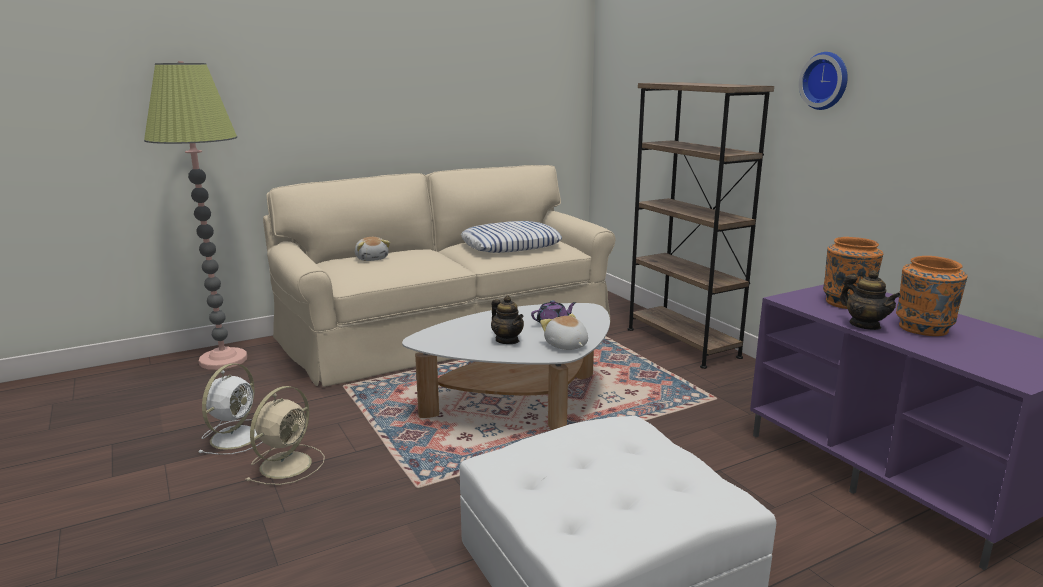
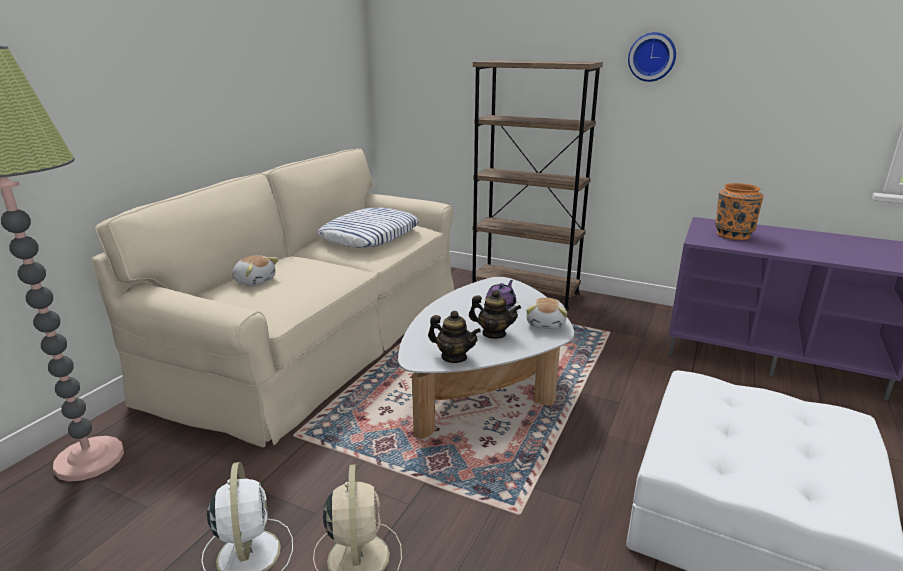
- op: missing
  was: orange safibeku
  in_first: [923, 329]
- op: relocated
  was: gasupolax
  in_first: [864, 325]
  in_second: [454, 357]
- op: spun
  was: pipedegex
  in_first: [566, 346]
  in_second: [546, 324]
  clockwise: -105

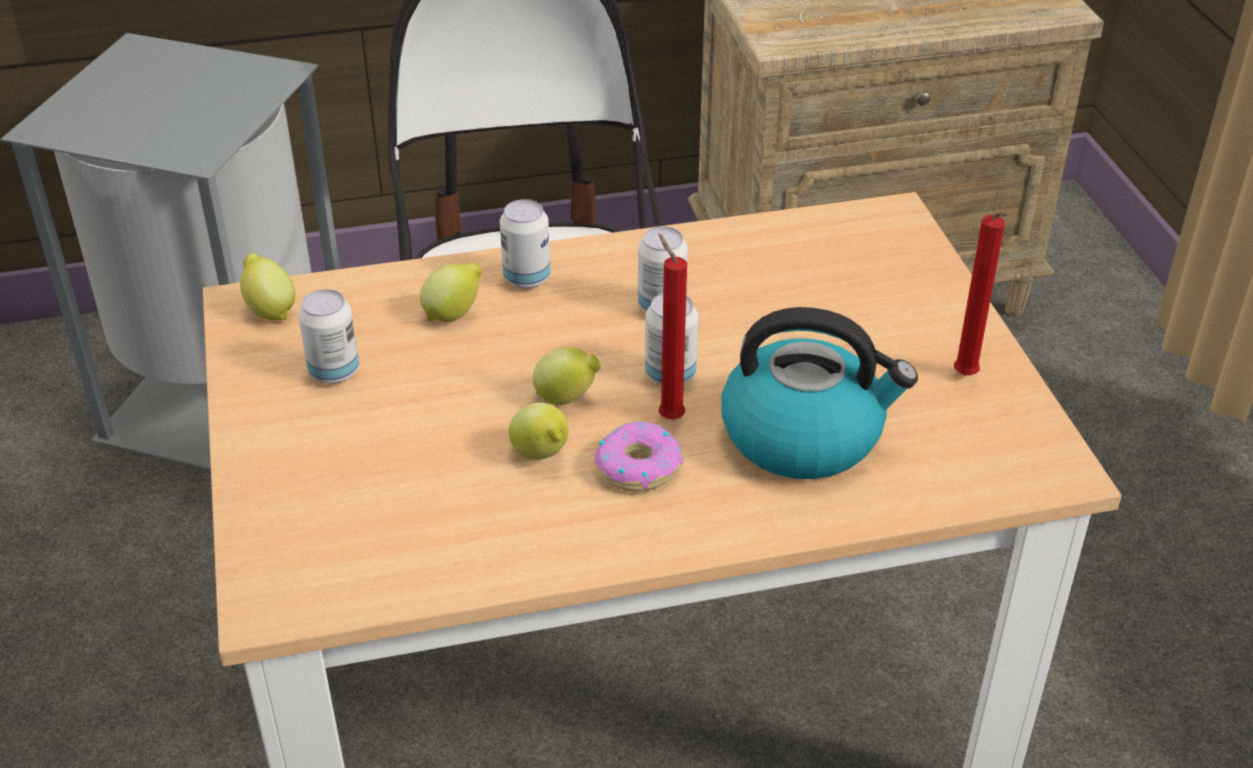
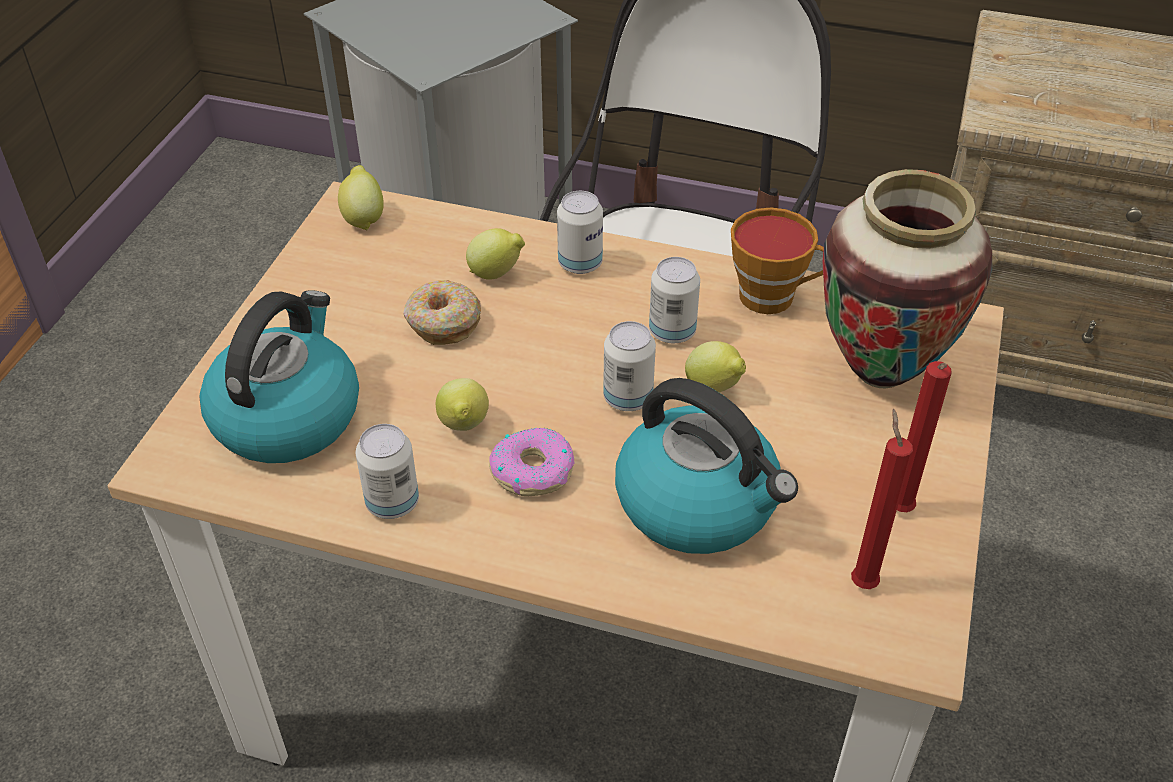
- op: appeared
  now: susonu
  in_second: [287, 415]
- op: appeared
  now: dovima
  in_second: [442, 322]
- op: appeared
  now: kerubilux
  in_second: [773, 297]
- op: appeared
  now: safibeku
  in_second: [880, 372]
- op: relocated
  was: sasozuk
  in_first: [334, 372]
  in_second: [392, 503]
- op: relocated
  was: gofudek
  in_first: [567, 398]
  in_second: [714, 389]
- op: relocated
  was: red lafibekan
  in_first: [668, 416]
  in_second: [862, 580]

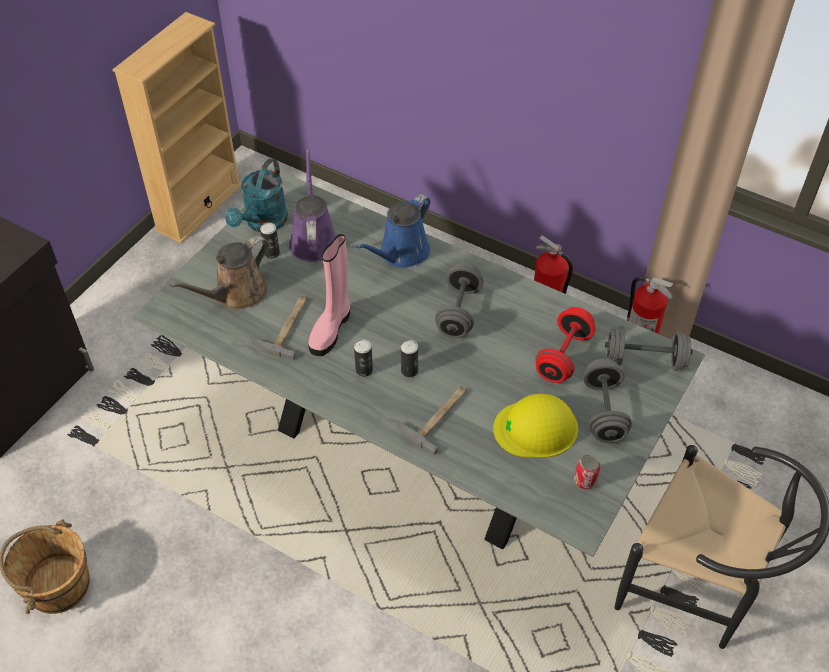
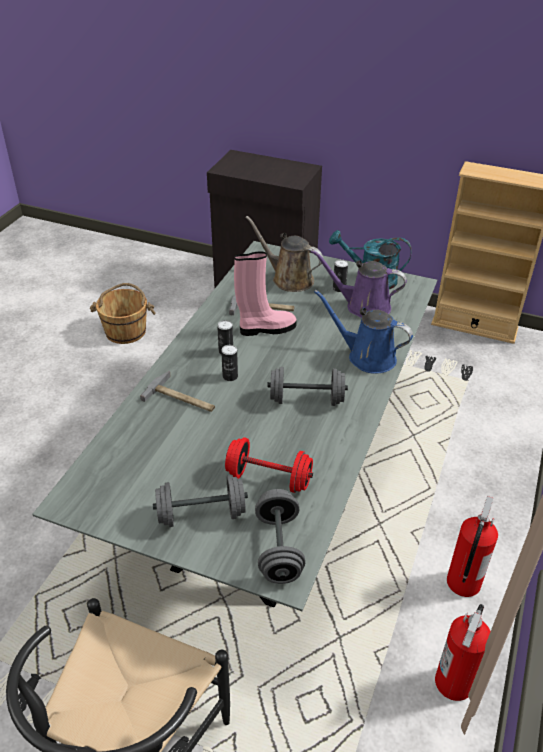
- op: missing
  was: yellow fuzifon
  in_first: [536, 428]
- op: missing
  was: sasozuk
  in_first: [585, 480]
- op: spun
  was: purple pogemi
  in_first: [313, 239]
  in_second: [363, 306]
  clockwise: -150
- op: spun
  was: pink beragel
  in_first: [331, 329]
  in_second: [266, 329]
  clockwise: 150

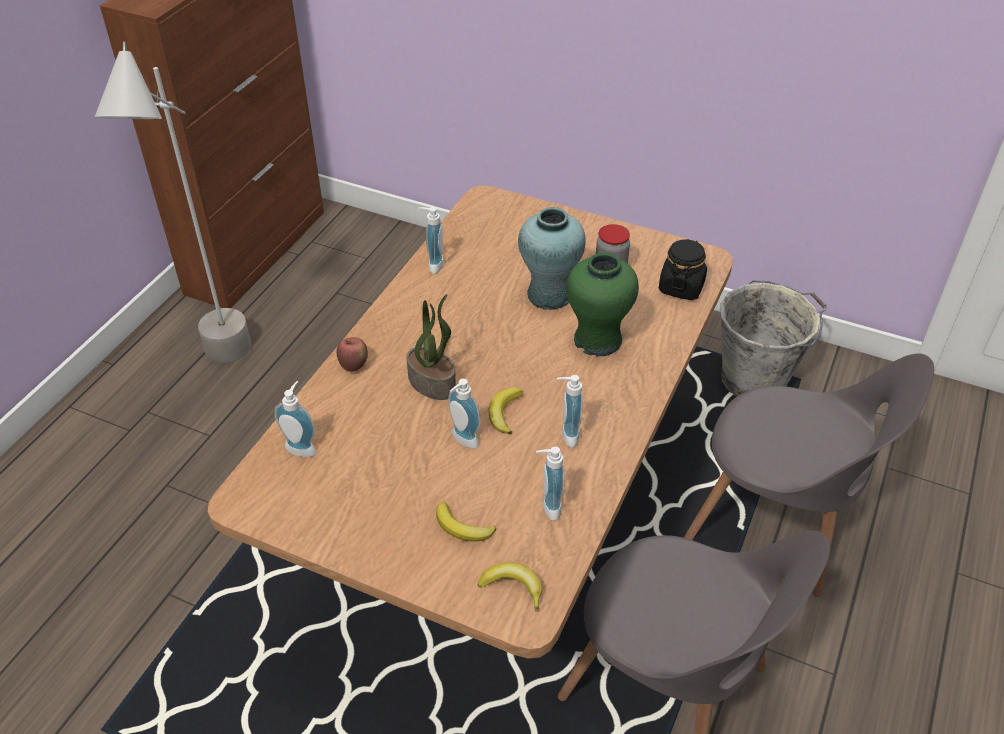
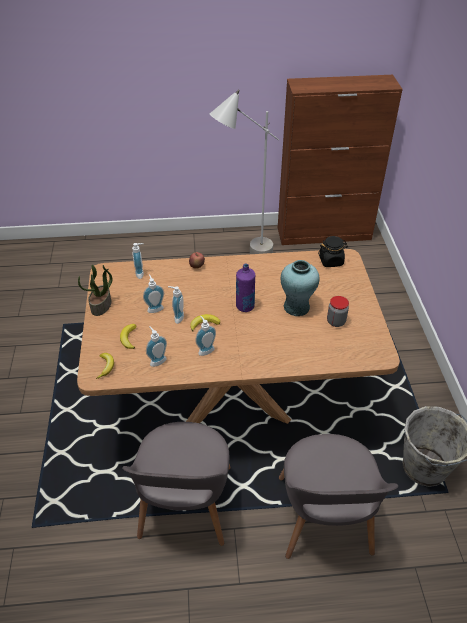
- op: missing
  was: green safibeku
  in_first: [598, 340]
- op: appeared
  now: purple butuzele
  in_second: [245, 306]
- op: relocated
  was: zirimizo
  in_first: [433, 383]
  in_second: [101, 306]
- op: relocated
  was: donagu
  in_first: [432, 264]
  in_second: [155, 308]
- op: relocated
  was: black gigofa
  in_first: [681, 287]
  in_second: [331, 261]

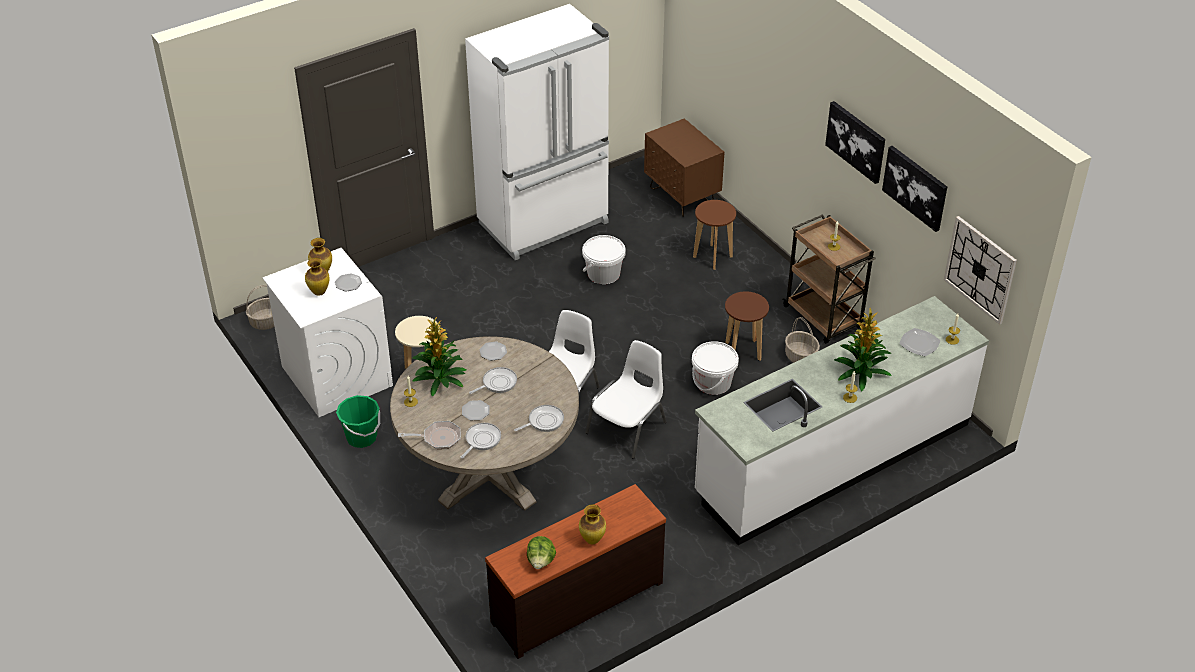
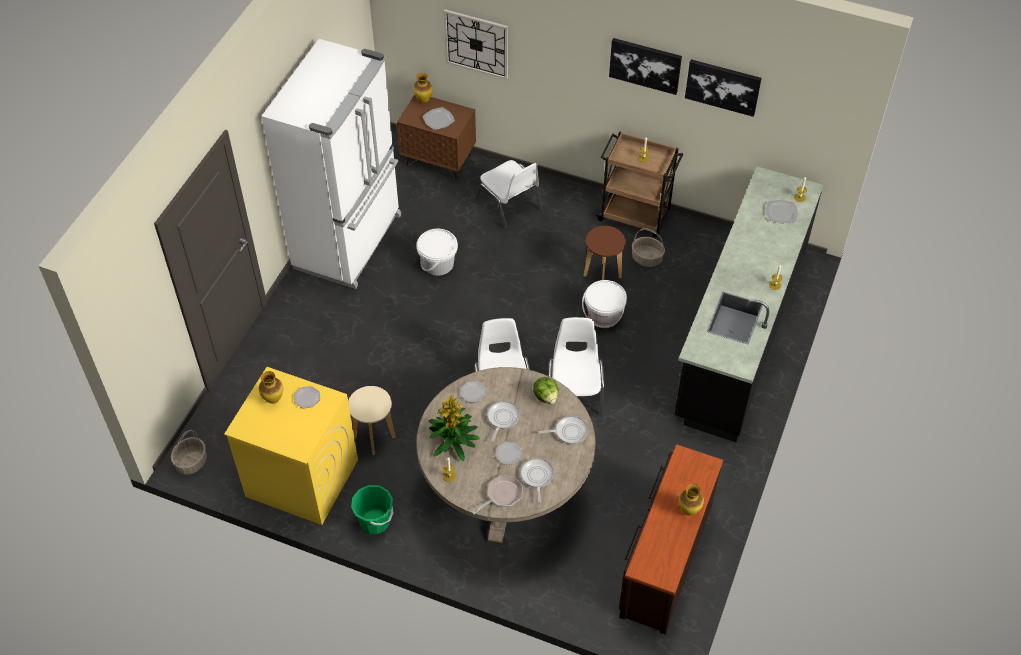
- op: missing
  was: zirimizo
  in_first: [860, 372]
- op: appeared
  now: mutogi
  in_second: [438, 120]
- op: relocated
  was: safibeku
  in_first: [319, 292]
  in_second: [423, 100]
- op: relocated
  was: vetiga
  in_first: [541, 561]
  in_second: [546, 396]
- op: relocated
  was: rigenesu
  in_first: [980, 269]
  in_second: [476, 44]
- op: exchanged
  was: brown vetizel
  now: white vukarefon
  in_first: [712, 257]
  in_second: [509, 205]
- op: colour
  was: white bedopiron
  now: yellow bedopiron
  in_first: [336, 375]
  in_second: [301, 478]
- op: colour
  was: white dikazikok
  now: black dikazikok
  in_first: [833, 459]
  in_second: [740, 332]
- op: spun
  was: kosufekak
  in_first: [544, 421]
  in_second: [569, 432]
  clockwise: 60

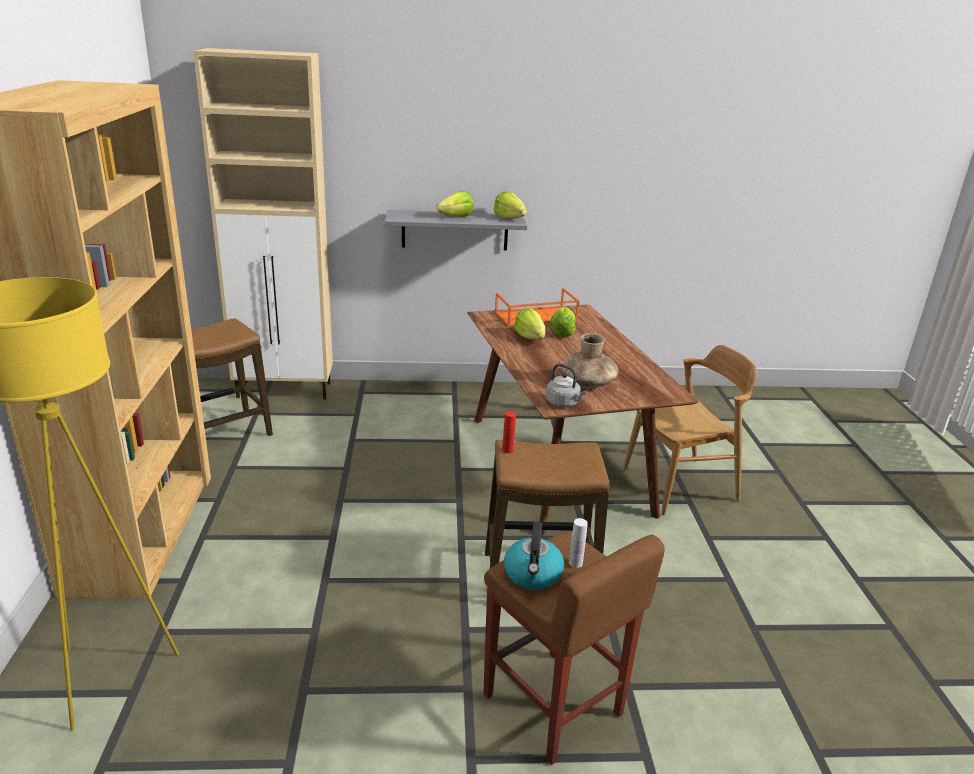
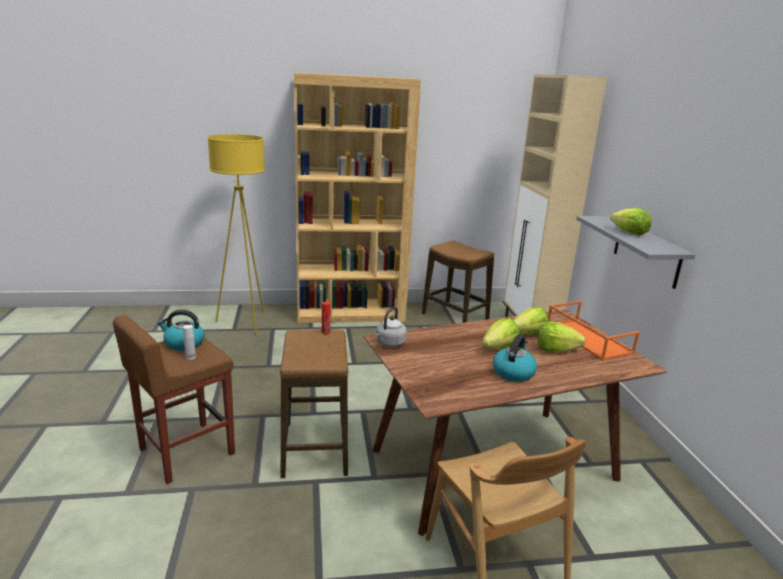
- op: missing
  was: brown safibeku
  in_first: [588, 383]
- op: appeared
  now: susonu
  in_second: [513, 372]
- op: relocated
  was: vetiga
  in_first: [509, 218]
  in_second: [499, 348]

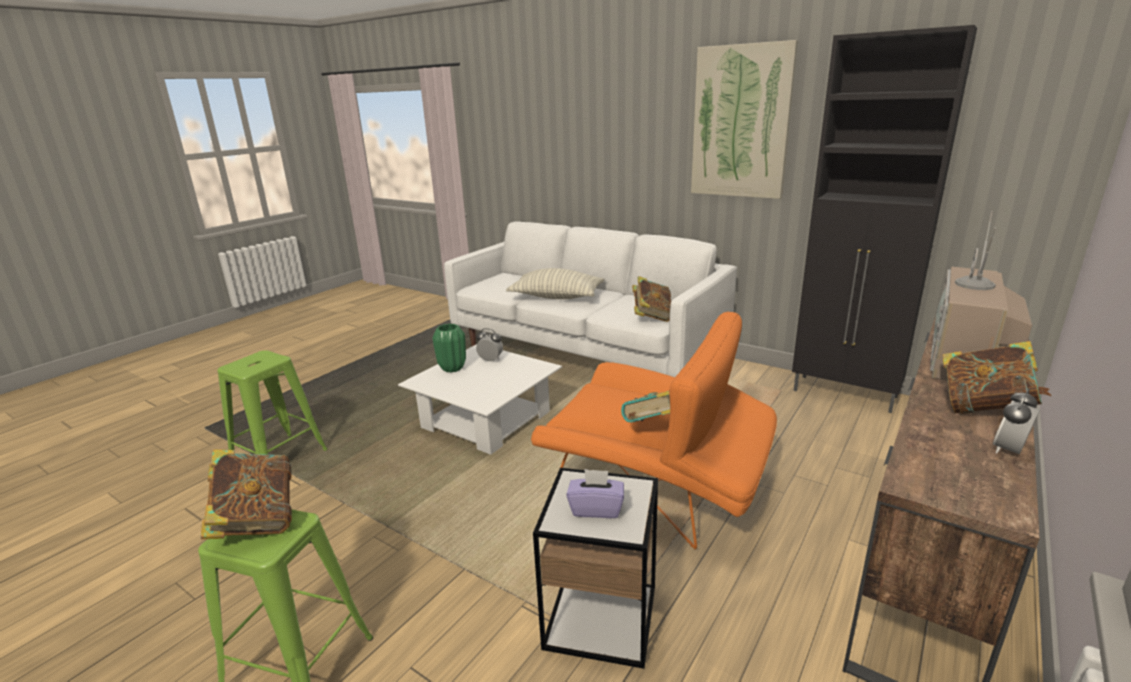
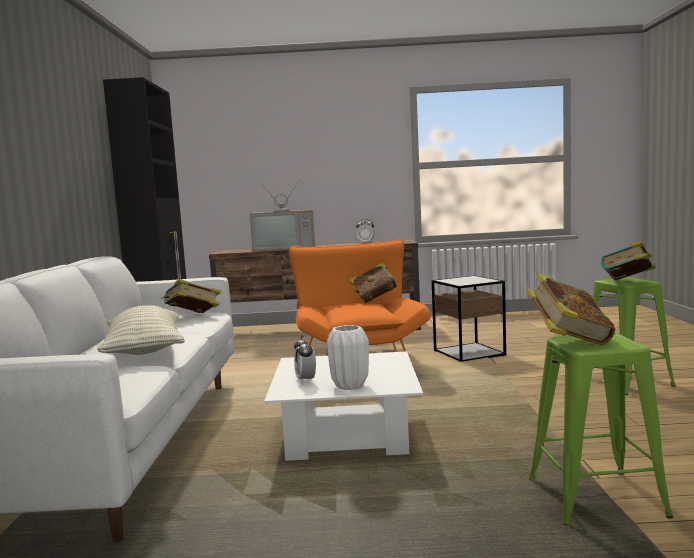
- op: missing
  was: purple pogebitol
  in_first: [596, 509]
- op: missing
  was: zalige
  in_first: [740, 122]
- op: relocated
  was: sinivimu
  in_first: [984, 408]
  in_second: [568, 340]
- op: colour
  was: green safibeku
  now: white safibeku
  in_first: [453, 368]
  in_second: [349, 386]

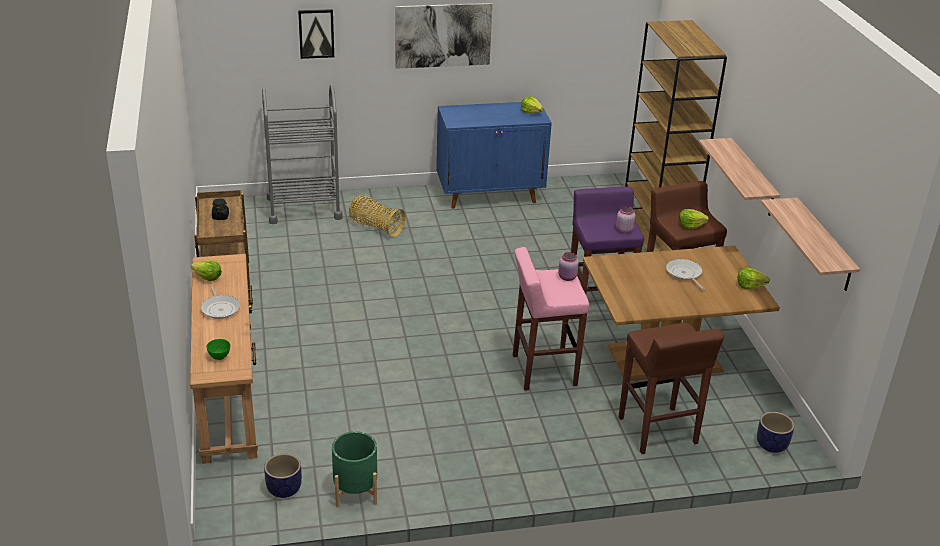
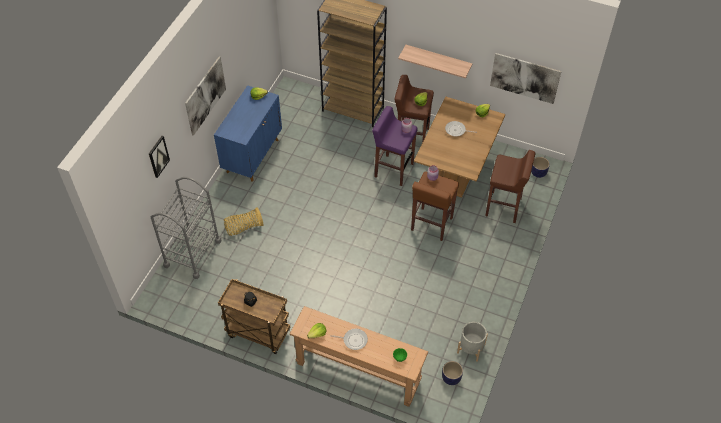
- op: exchanged
  was: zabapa
  now: zalige
  in_first: [824, 245]
  in_second: [525, 78]
- op: colour
  was: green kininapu
  now: grey kininapu
  in_first: [355, 491]
  in_second: [471, 348]
- op: colour
  was: pink vetizel
  now: brown vetizel
  in_first: [543, 370]
  in_second: [431, 224]

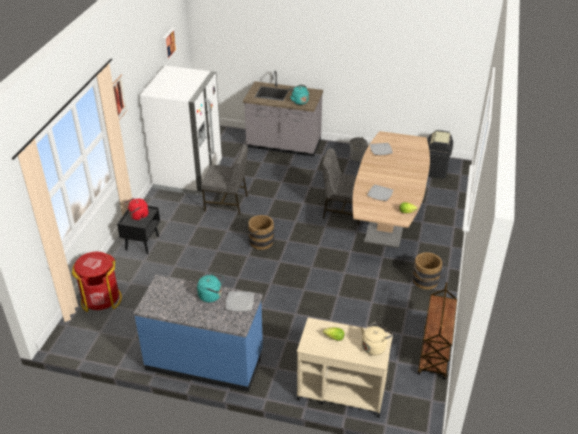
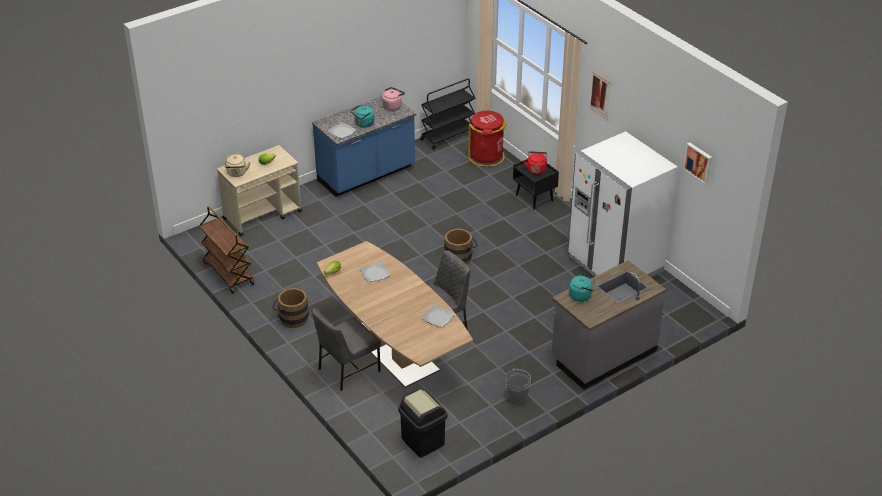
- op: appeared
  now: pink susonu
  in_second: [392, 106]
- op: appeared
  now: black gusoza
  in_second: [448, 136]
- op: relocated
  was: grey vukarefon
  in_first: [227, 203]
  in_second: [347, 370]

